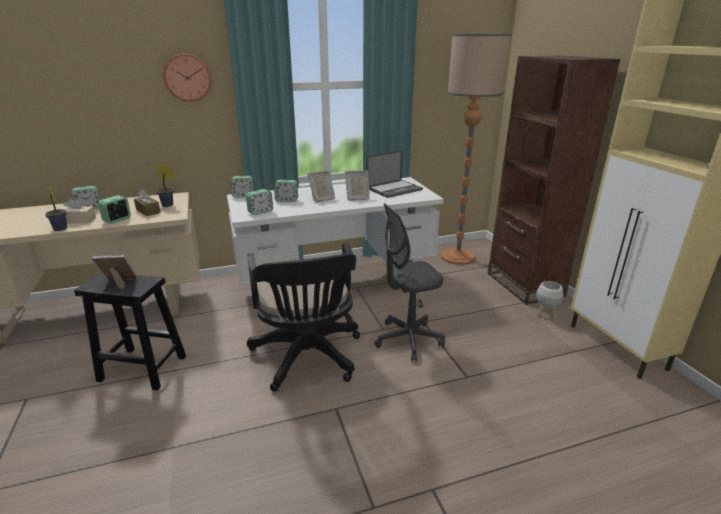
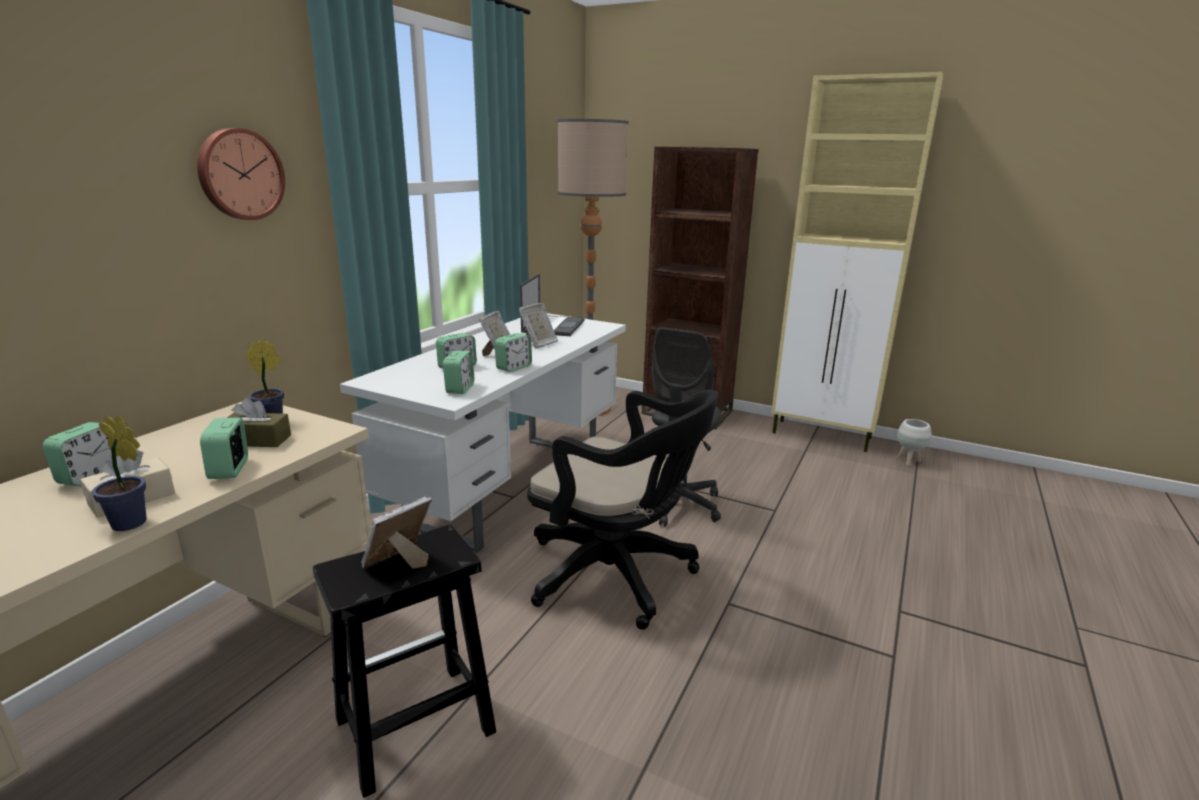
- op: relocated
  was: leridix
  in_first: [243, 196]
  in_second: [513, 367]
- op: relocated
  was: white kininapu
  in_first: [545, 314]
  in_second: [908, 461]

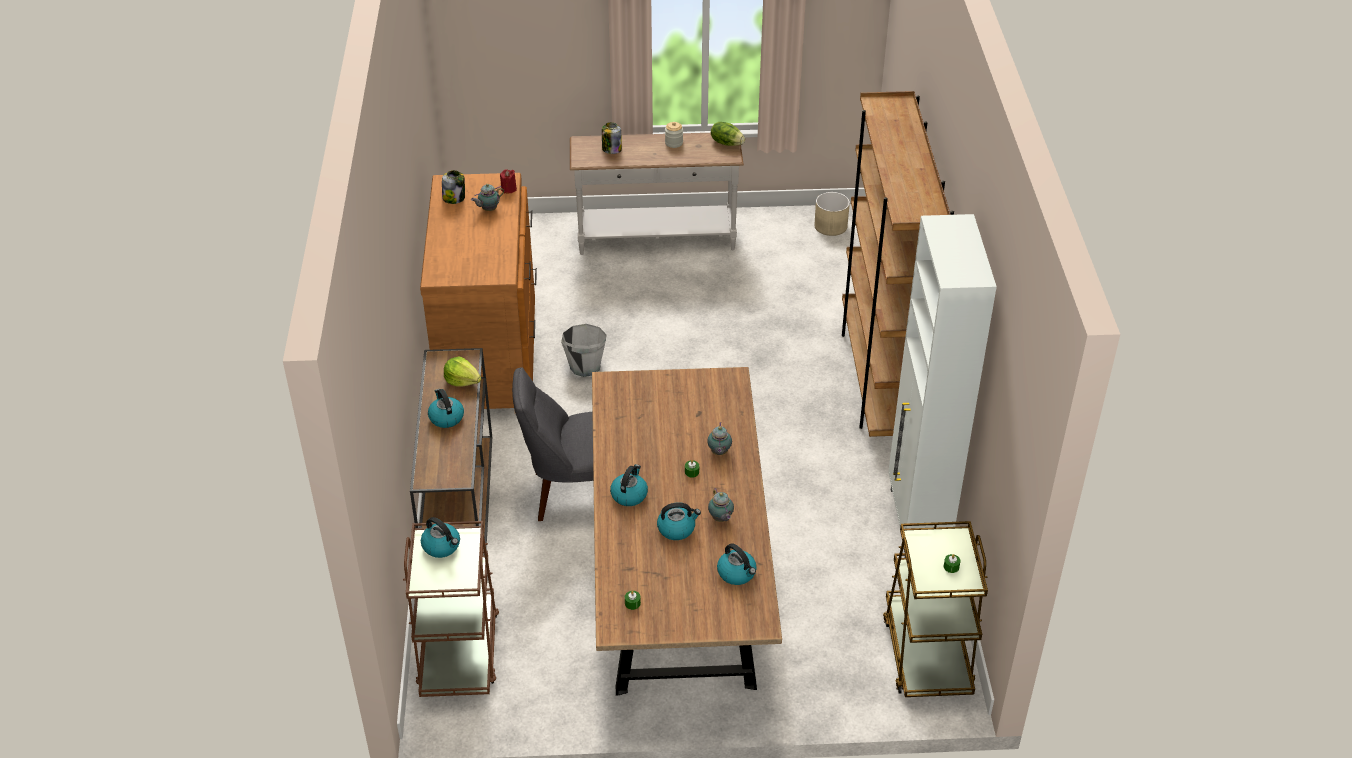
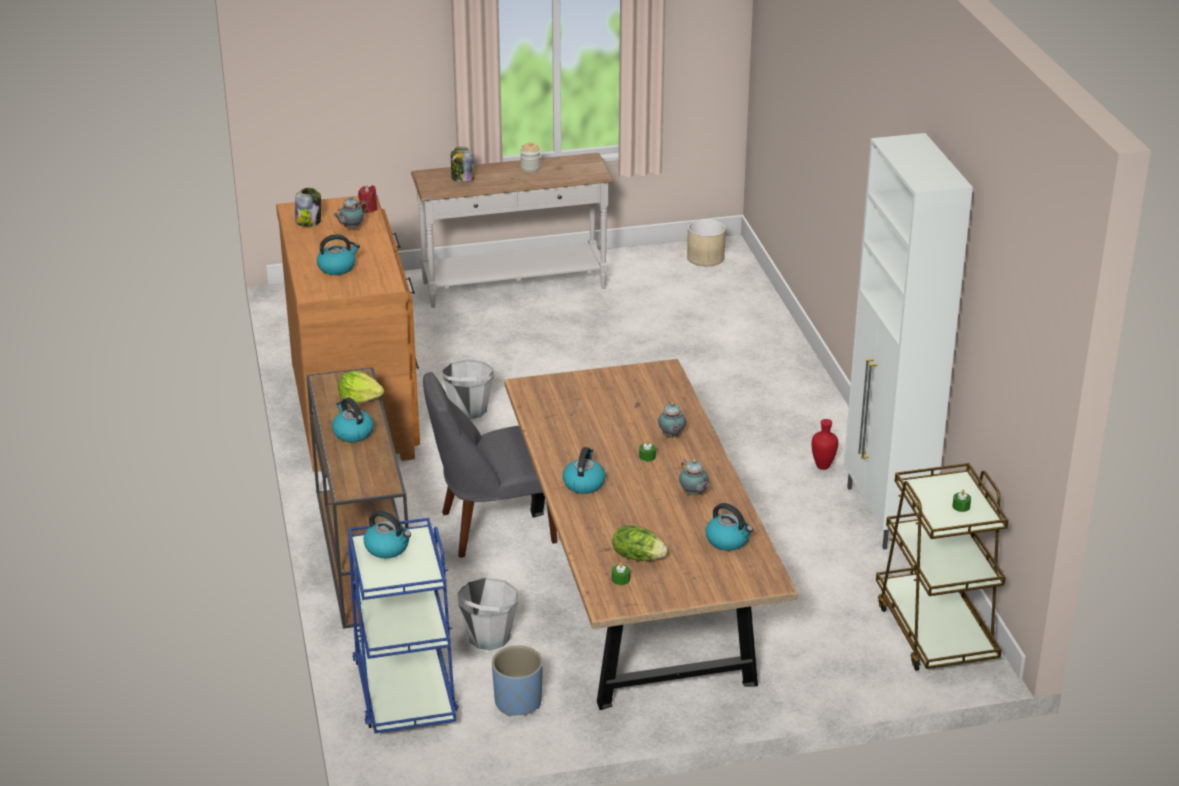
- op: missing
  was: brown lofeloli
  in_first: [879, 379]
- op: appeared
  now: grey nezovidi
  in_second: [488, 636]
- op: appeared
  now: blue kininapu
  in_second: [518, 702]
- op: appeared
  now: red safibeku
  in_second: [824, 466]
- op: relocated
  was: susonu
  in_first: [677, 528]
  in_second: [337, 267]
- op: relocated
  was: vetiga
  in_first: [727, 143]
  in_second: [638, 556]
- op: colour
  was: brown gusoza
  now: blue gusoza
  in_first: [459, 652]
  in_second: [405, 690]

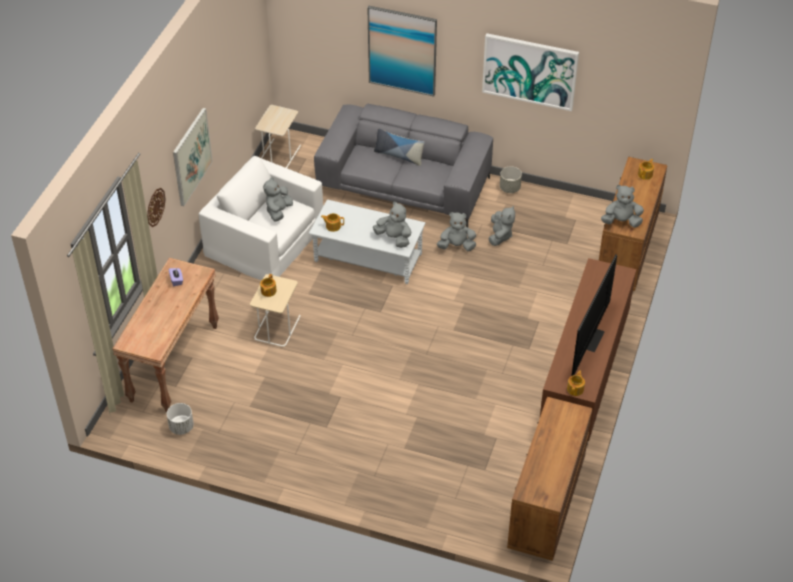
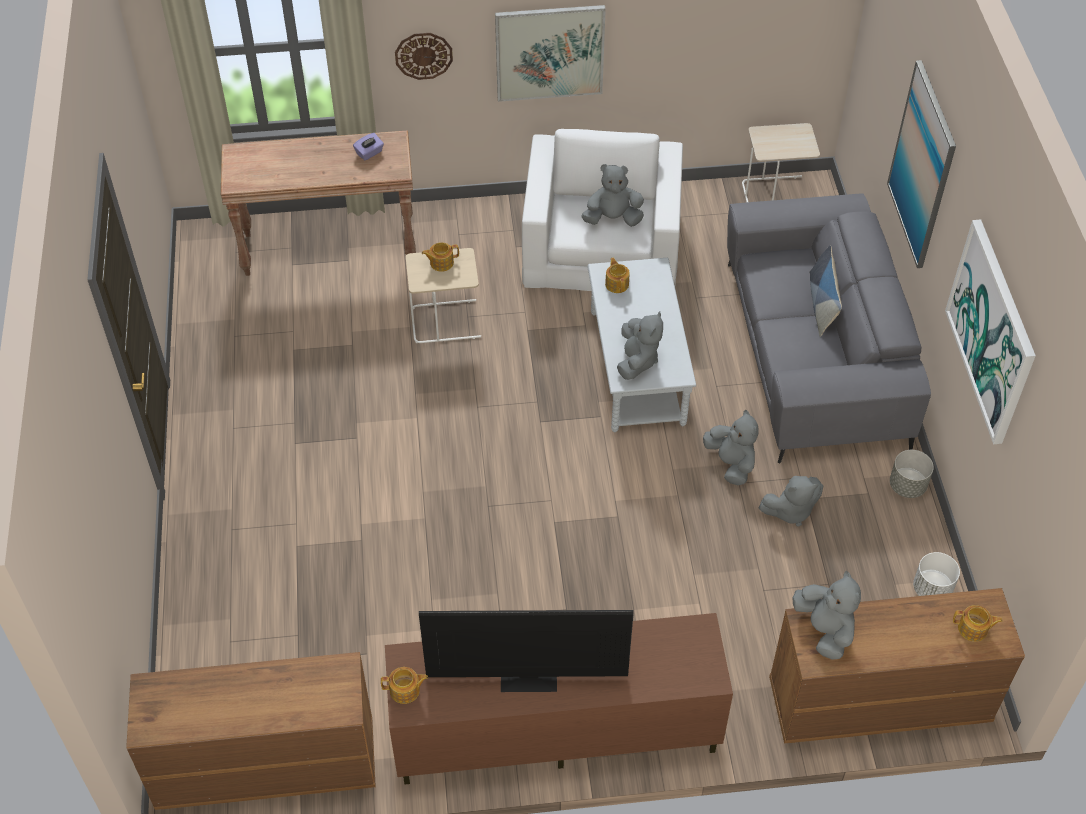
- op: relocated
  was: white kininapu
  in_first: [181, 427]
  in_second: [932, 589]

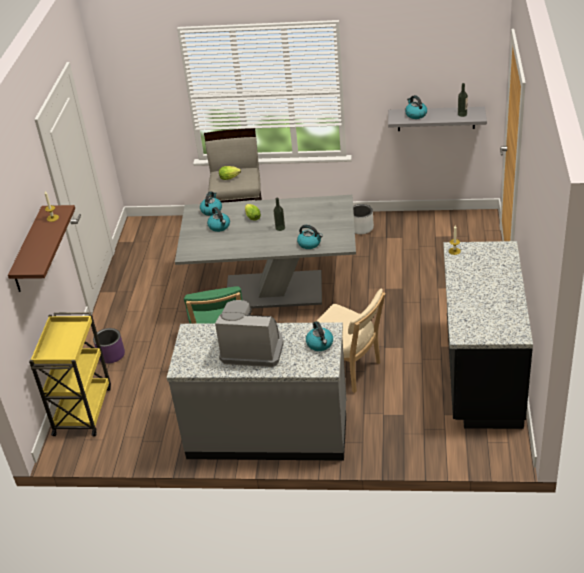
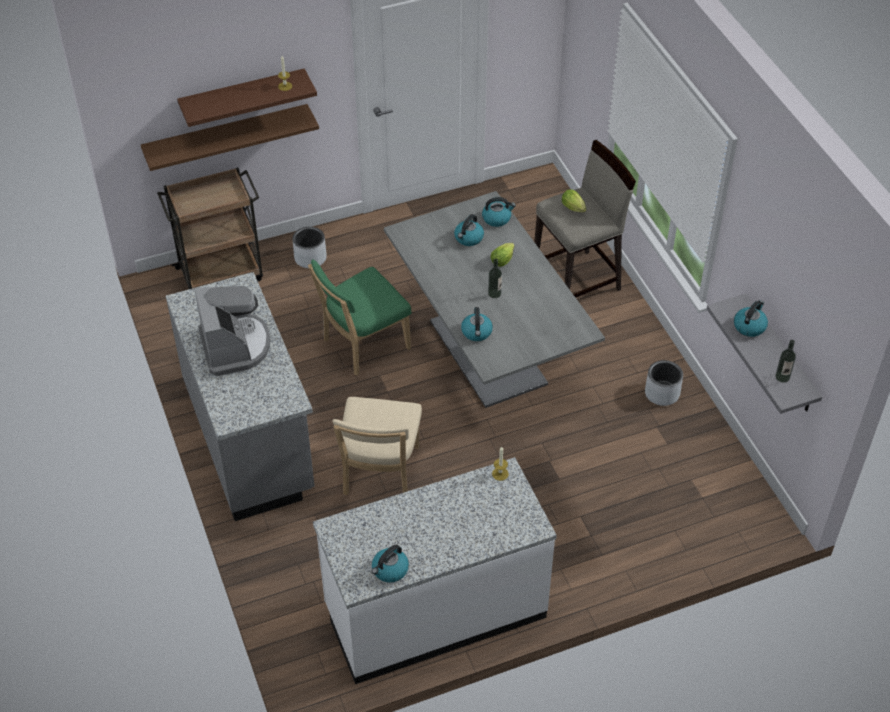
- op: appeared
  now: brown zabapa
  in_second: [227, 136]
- op: relocated
  was: susonu
  in_first: [320, 344]
  in_second: [390, 570]
- op: colour
  was: yellow gusoza
  now: brown gusoza
  in_first: [83, 410]
  in_second: [221, 273]
- op: colour
  was: purple kininapu
  now: grey kininapu
  in_first: [111, 355]
  in_second: [310, 258]
- op: colour
  was: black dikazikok
  now: white dikazikok
  in_first: [480, 373]
  in_second: [435, 611]

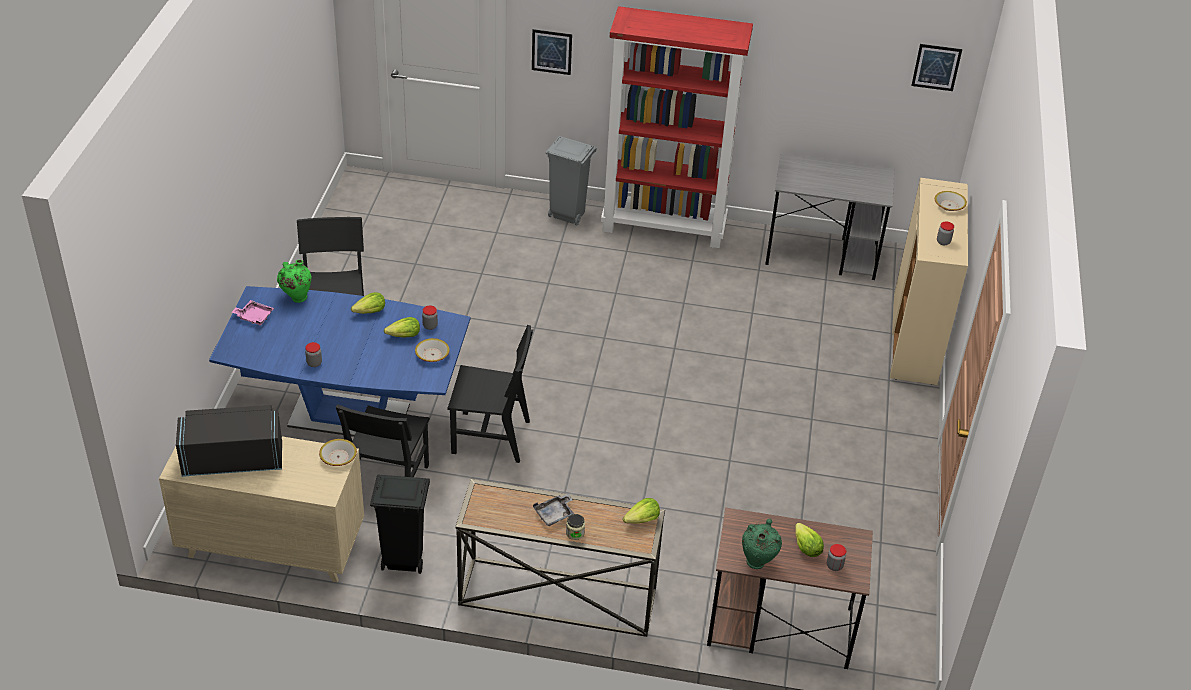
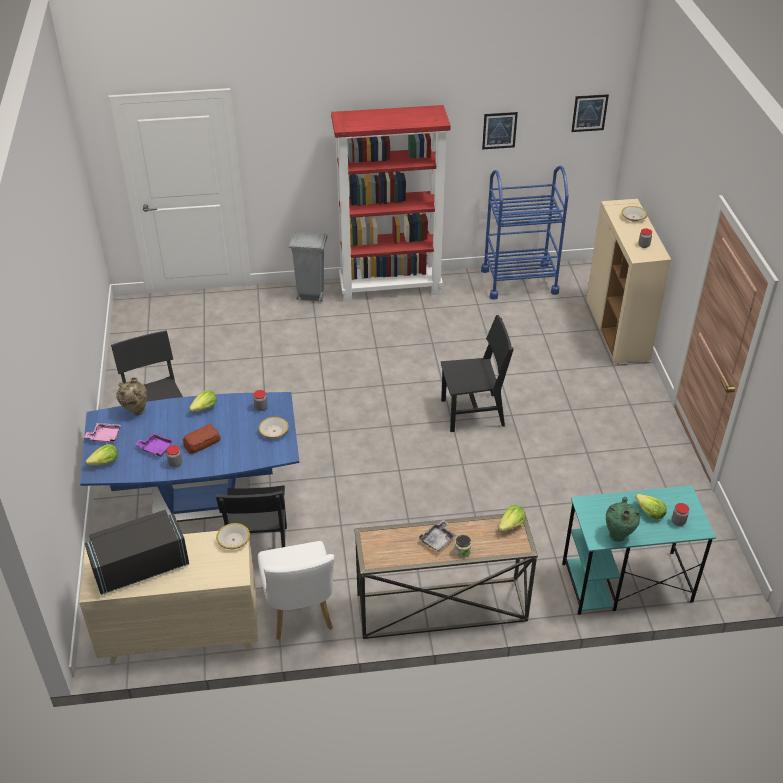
- op: appeared
  now: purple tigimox
  in_second: [156, 448]
- op: appeared
  now: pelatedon
  in_second: [202, 442]
- op: relocated
  was: vetiga
  in_first: [404, 336]
  in_second: [105, 462]
- op: relocated
  was: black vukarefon
  in_first: [491, 437]
  in_second: [472, 413]
- op: relocated
  was: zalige
  in_first: [551, 52]
  in_second: [499, 130]
- op: exchanged
  was: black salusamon
  now: white vukarefon
  in_first: [402, 561]
  in_second: [300, 614]
- op: exchanged
  was: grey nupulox
  now: blue gusoza
  in_first: [822, 254]
  in_second: [519, 281]
- op: colour
  was: green safibeku
  now: beige safibeku
  in_first: [296, 298]
  in_second: [135, 411]
- op: colour
  was: brown nupulox
  now: turquoise nupulox
  in_first: [778, 627]
  in_second: [625, 583]

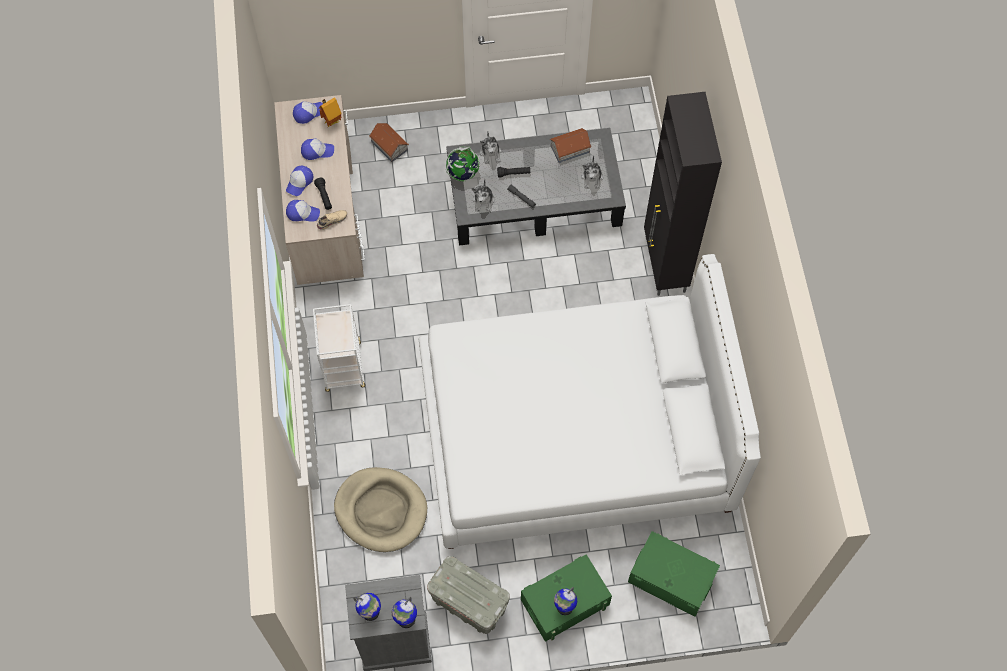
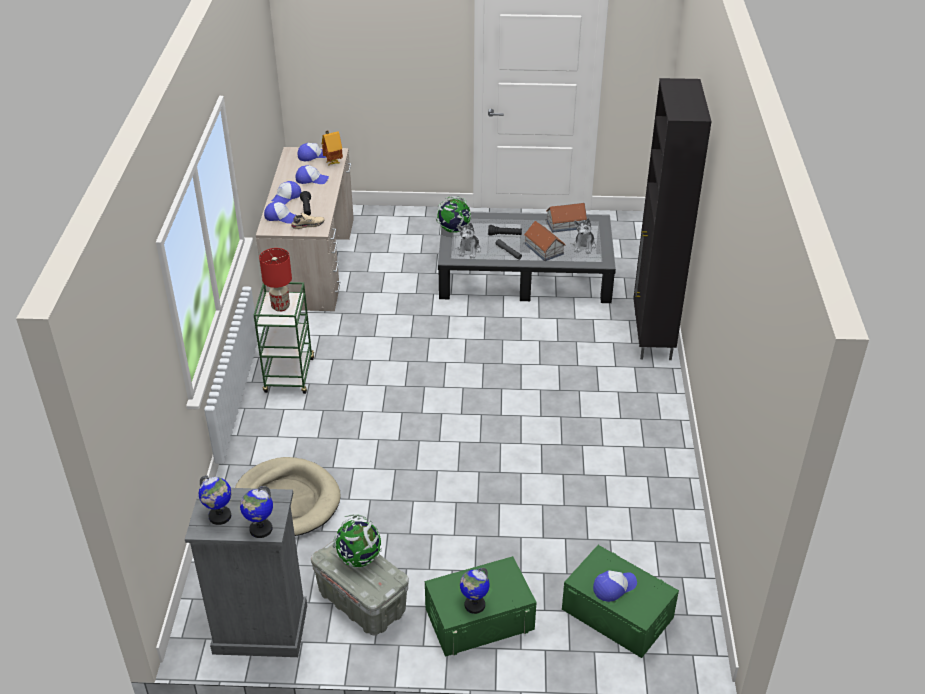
- op: missing
  was: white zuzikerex
  in_first: [574, 435]
- op: missing
  was: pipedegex
  in_first: [490, 153]
- op: appeared
  now: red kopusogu
  in_second: [280, 306]
- op: appeared
  now: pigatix
  in_second: [358, 558]
- op: appeared
  now: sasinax
  in_second: [614, 587]
- op: relocated
  was: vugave
  in_first: [389, 145]
  in_second: [544, 248]
- op: colour
  was: white gusoza
  now: green gusoza
  in_first: [343, 367]
  in_second: [289, 376]

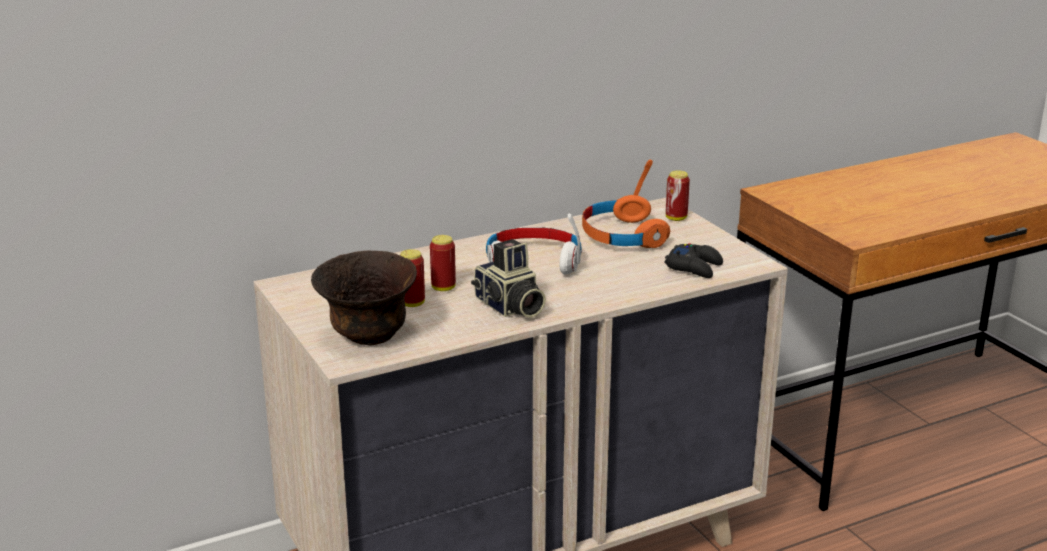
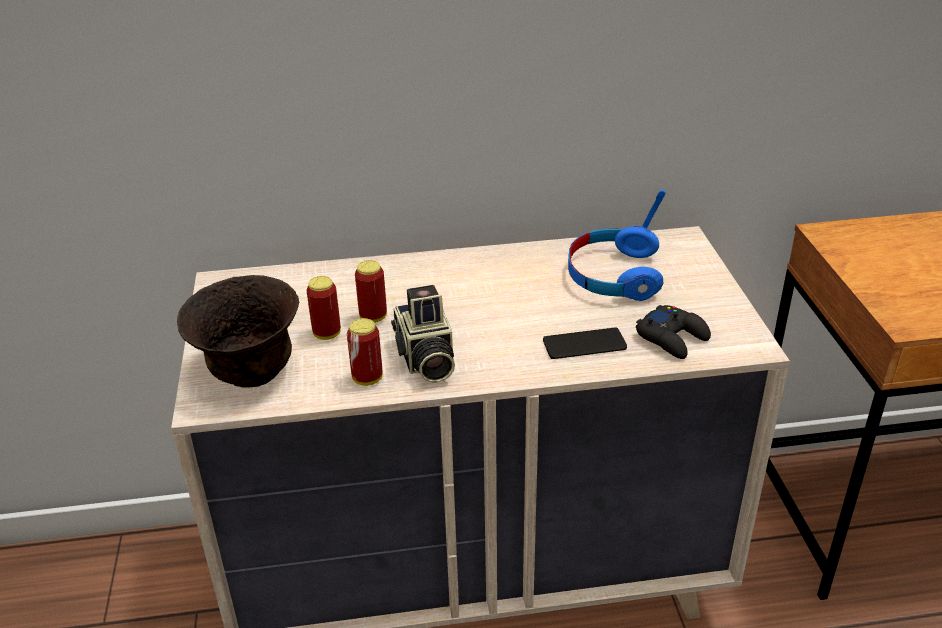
- op: missing
  was: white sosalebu
  in_first: [533, 263]
- op: appeared
  now: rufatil
  in_second: [584, 344]
- op: relocated
  was: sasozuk
  in_first: [676, 218]
  in_second: [367, 379]
- op: colour
  was: orange sosalebu
  now: blue sosalebu
  in_first: [622, 236]
  in_second: [614, 275]

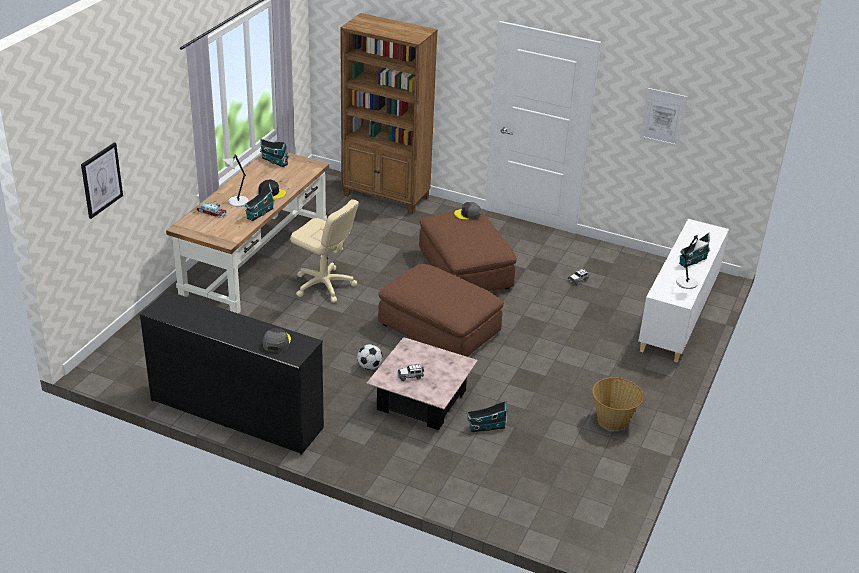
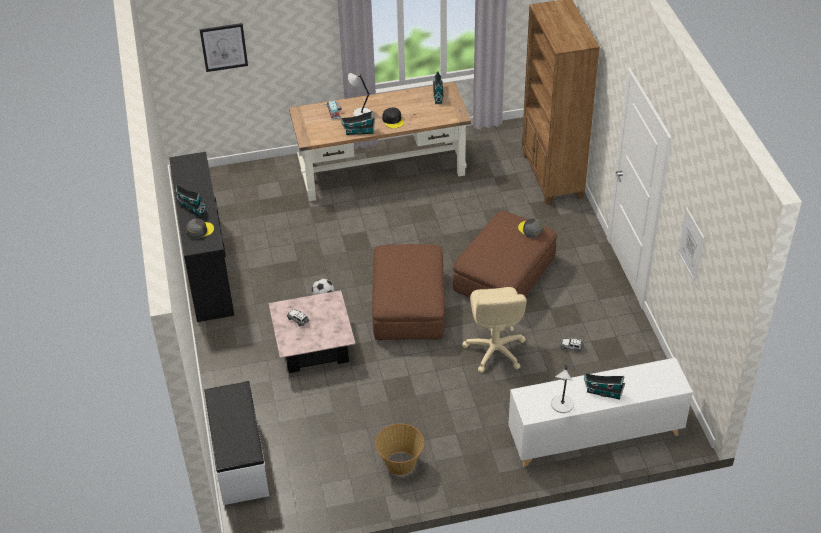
- op: appeared
  now: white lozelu
  in_second: [238, 459]
- op: relocated
  was: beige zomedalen
  in_first: [324, 285]
  in_second: [494, 350]
- op: relocated
  was: vugave
  in_first: [485, 427]
  in_second: [191, 207]

